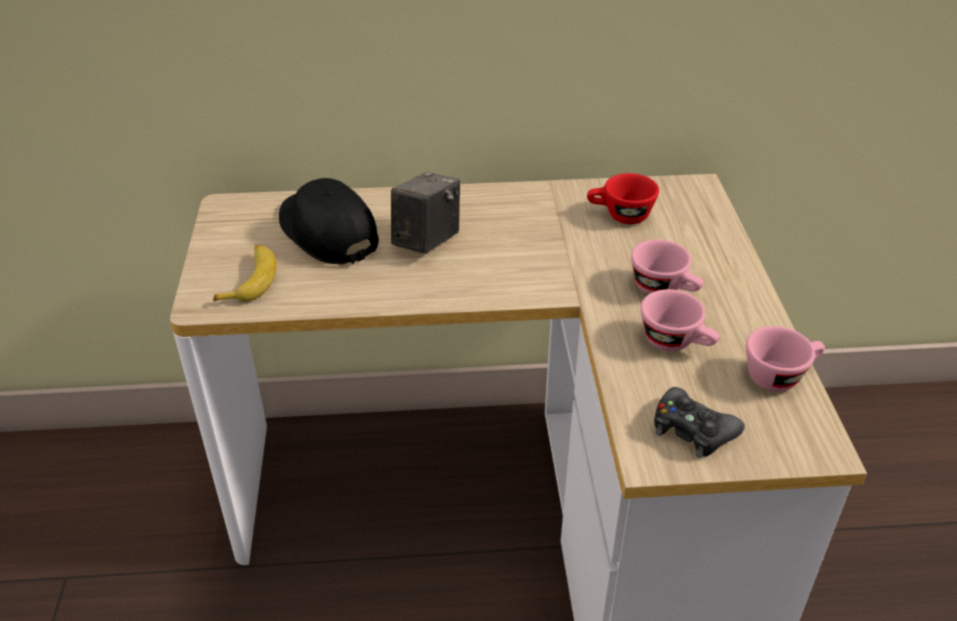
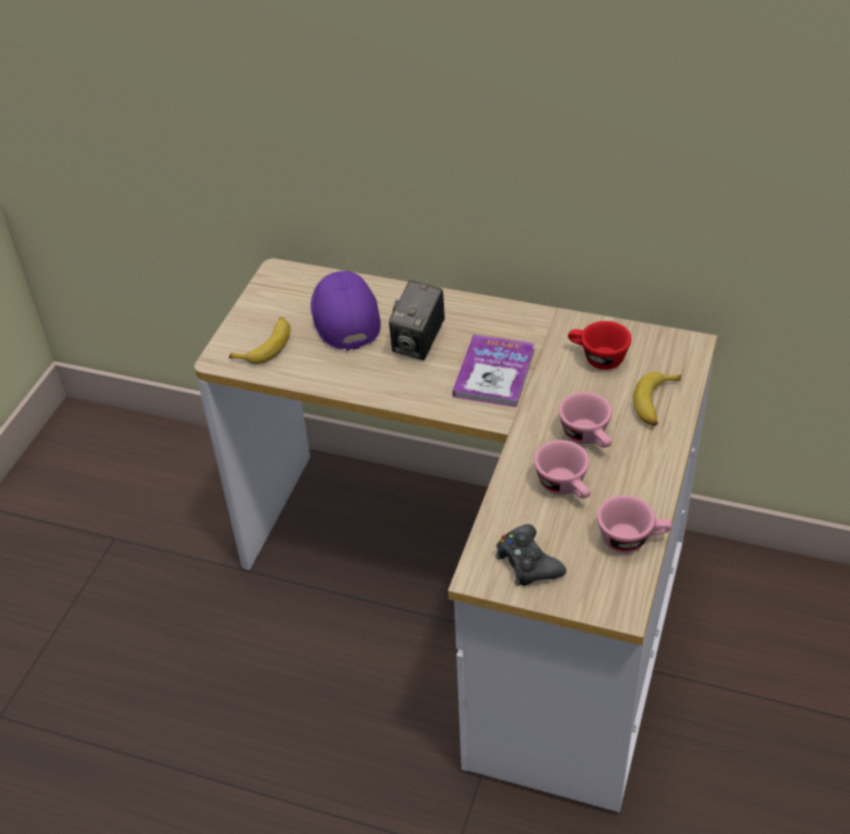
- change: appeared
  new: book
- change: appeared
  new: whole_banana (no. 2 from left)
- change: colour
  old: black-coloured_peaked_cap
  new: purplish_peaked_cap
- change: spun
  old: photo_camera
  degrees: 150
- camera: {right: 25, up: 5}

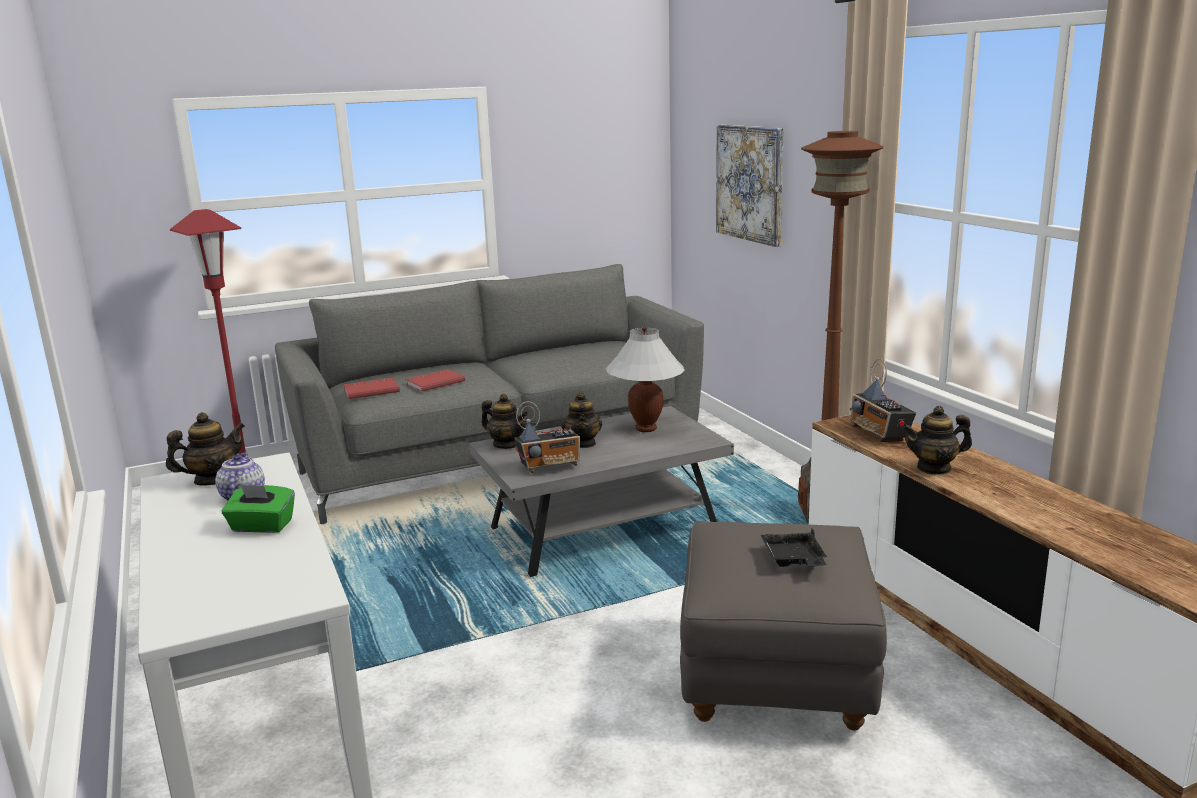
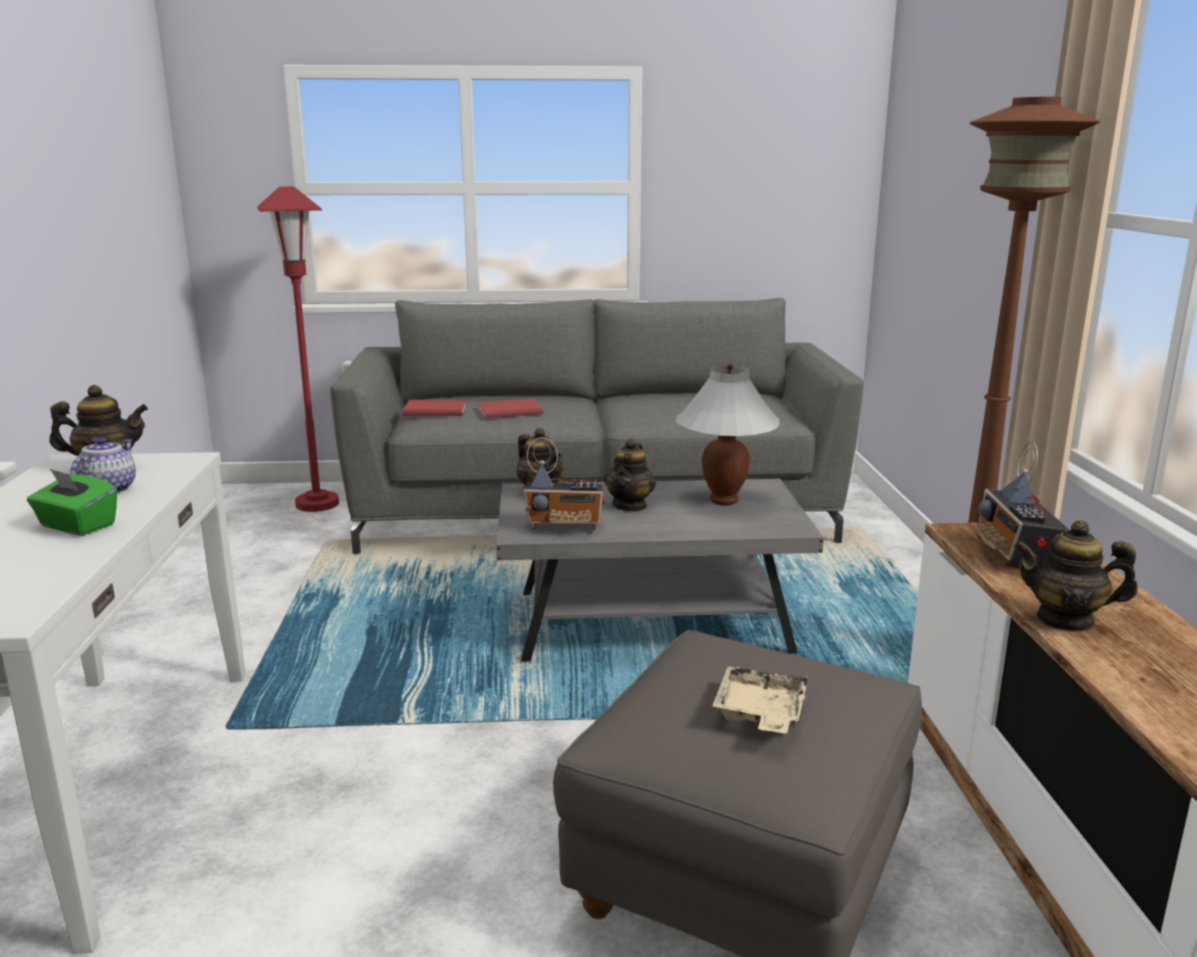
- change: missing
  old: wall_picture
- change: colour
  old: black-coloured_tray
  new: beige-coloured_tray
- camera: {right: 20, up: 0}

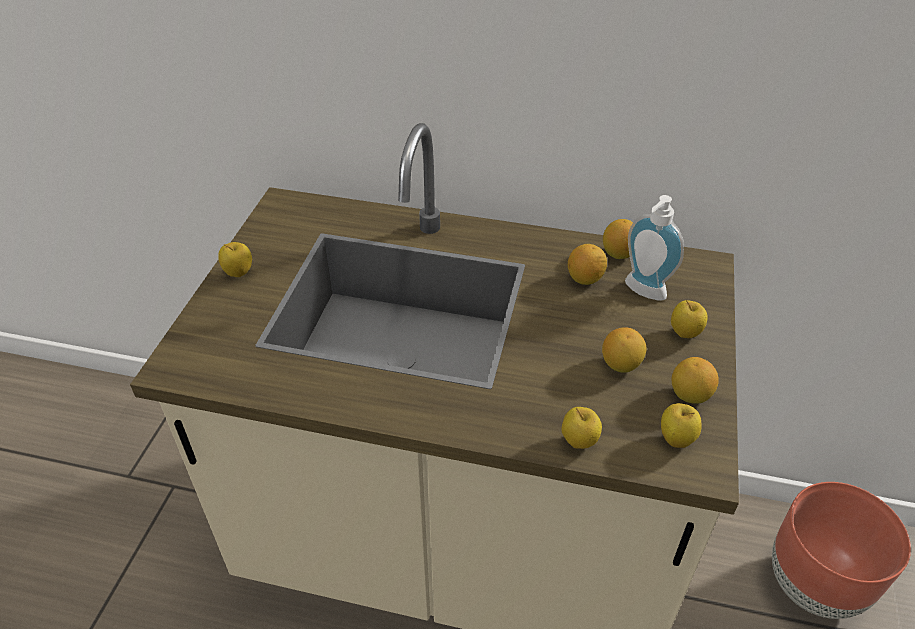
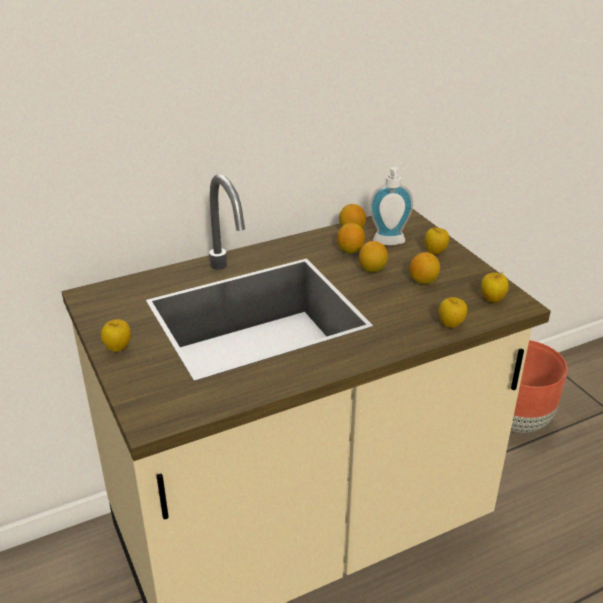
- change: relocated
  old: citrus_fruit (no. 4 from left in the first image)
  new: citrus_fruit (no. 3 from left)
- camera: {right: -40, up: -10}

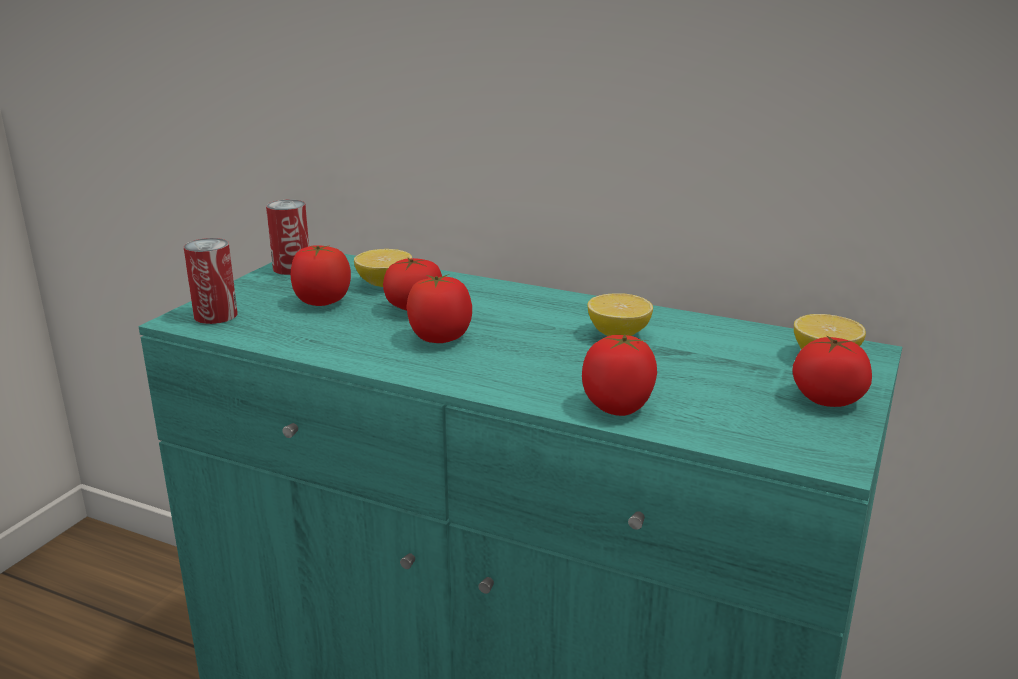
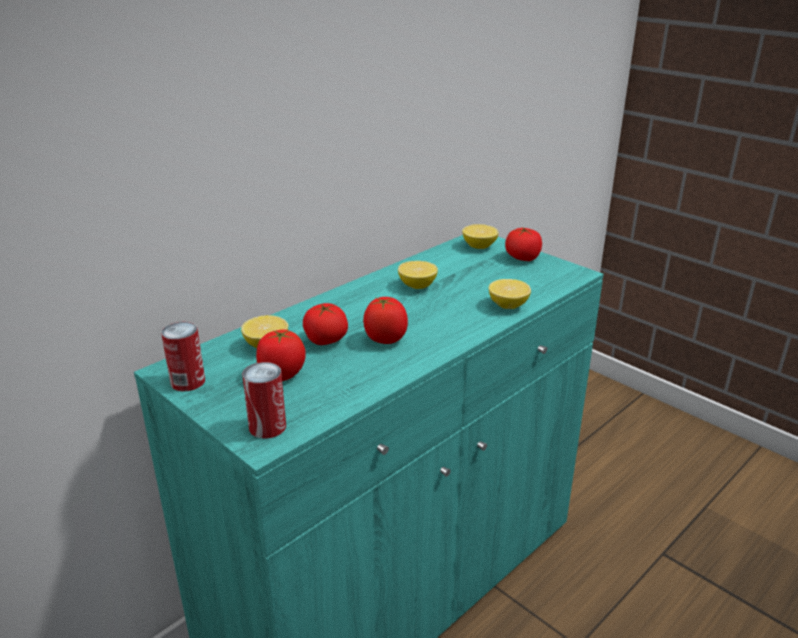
- change: exchanged
  old: tomato (no. 4 from left)
  new: citrus_fruit (no. 4 from left)
- camera: {right: -70, up: 5}

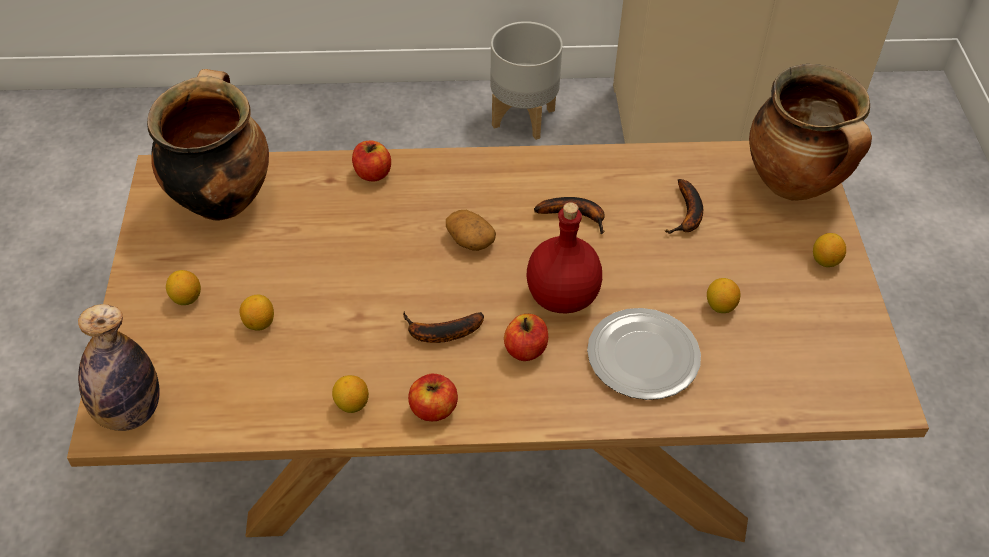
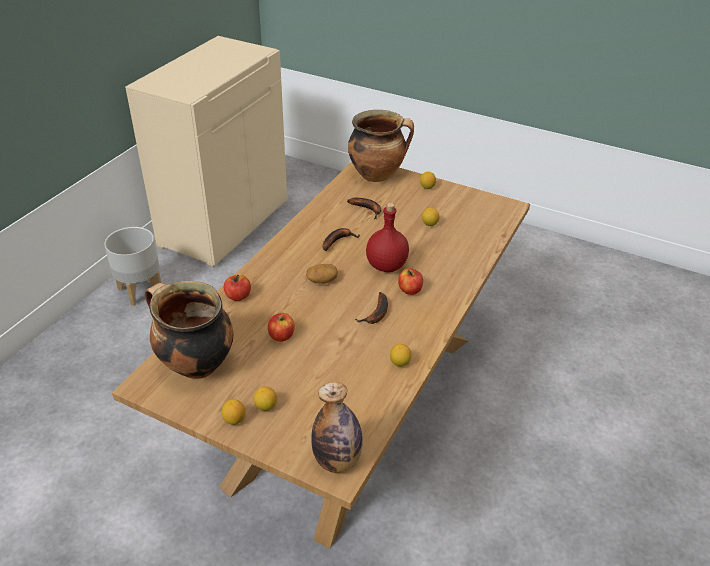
- change: missing
  old: dinner_plate
- change: relocated
  old: citrus_fruit (no. 2 from left in the first image)
  new: citrus_fruit (no. 1 from left)
- change: relocated
  old: apple (no. 2 from left)
- camera: {right: -60, up: -10}

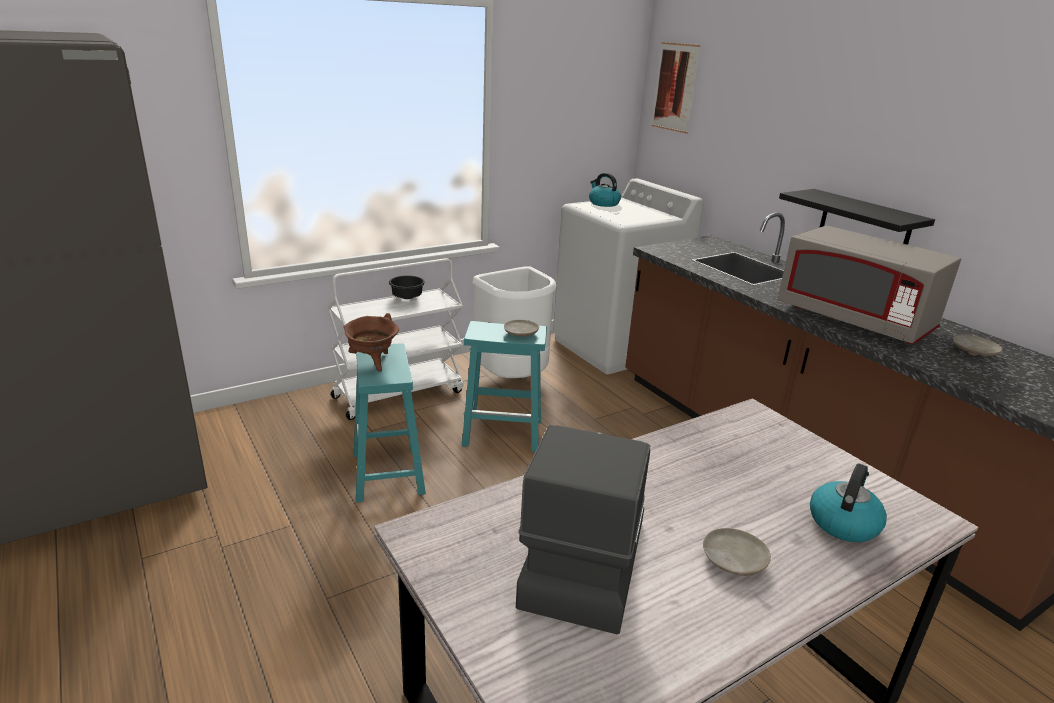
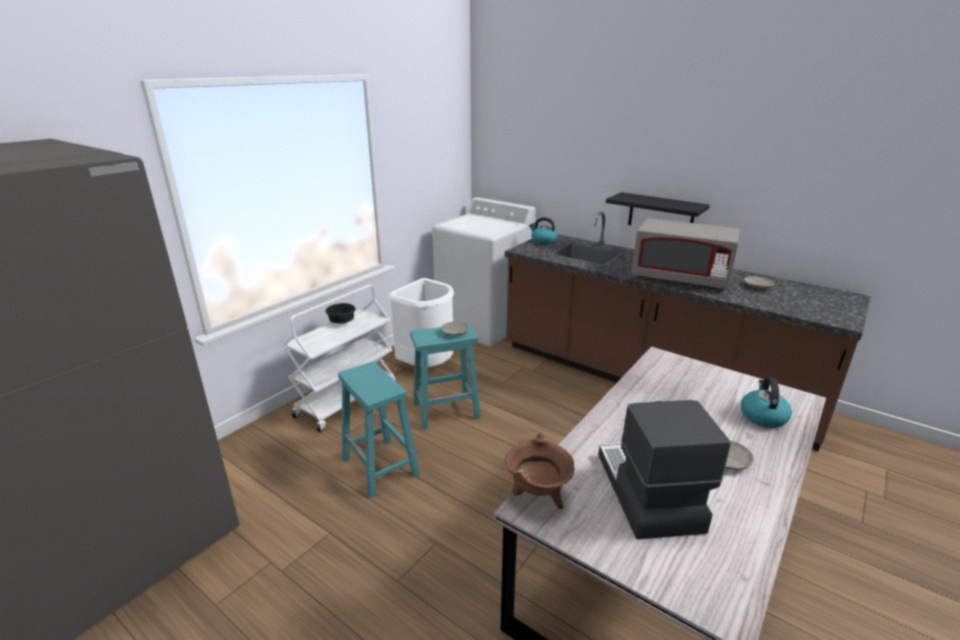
- change: missing
  old: wall_picture
- change: relocated
  old: brown_cooking_pot
- change: relocated
  old: kettle (no. 1 from left)
- camera: {right: -20, up: 0}

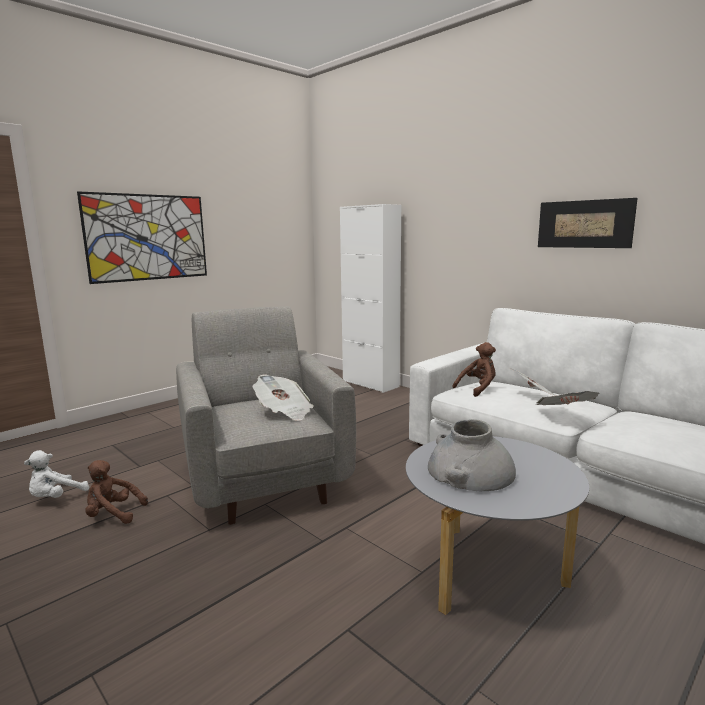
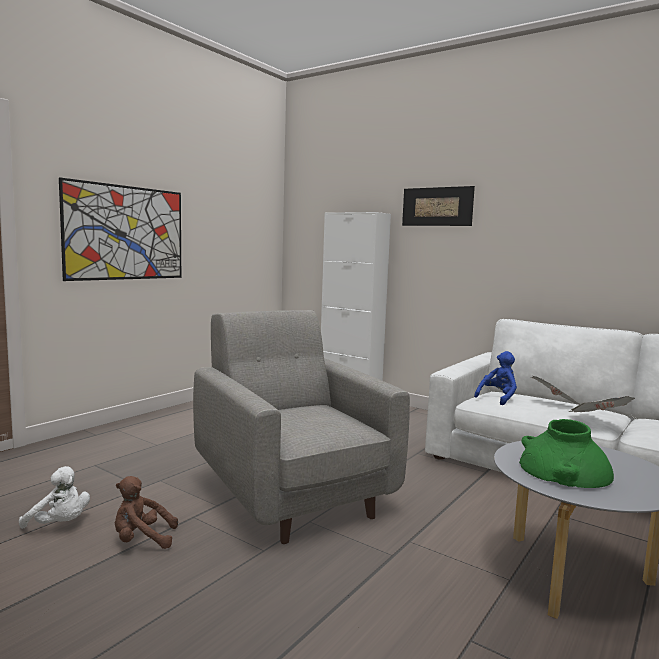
- change: missing
  old: printed_paper (no. 1 from left)
- change: relocated
  old: wall_picture (no. 2 from left)
- change: colour
  old: gray_vase
  new: green-coloured_vase
- change: colour
  old: brown_plush_toy (no. 2 from left)
  new: blue_plush_toy
- change: spun
  old: whitish_plush_toy
  degrees: -90
- camera: {right: -10, up: -5}

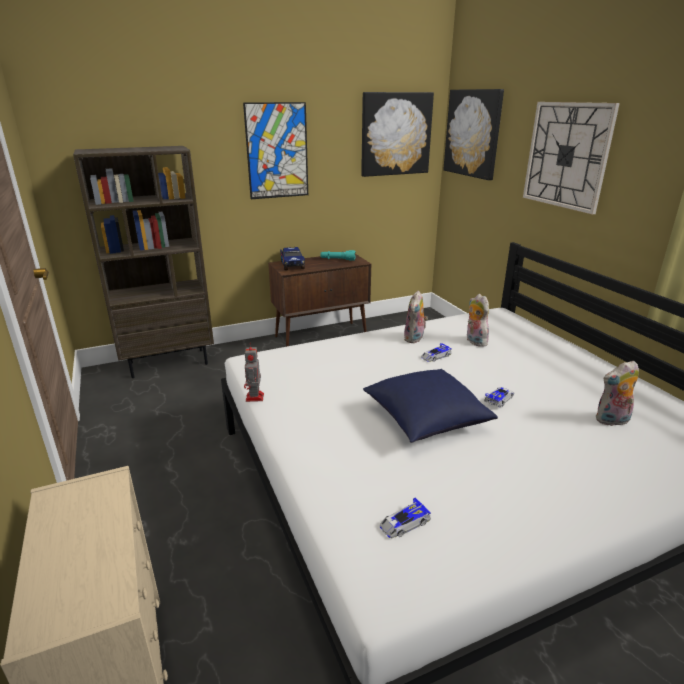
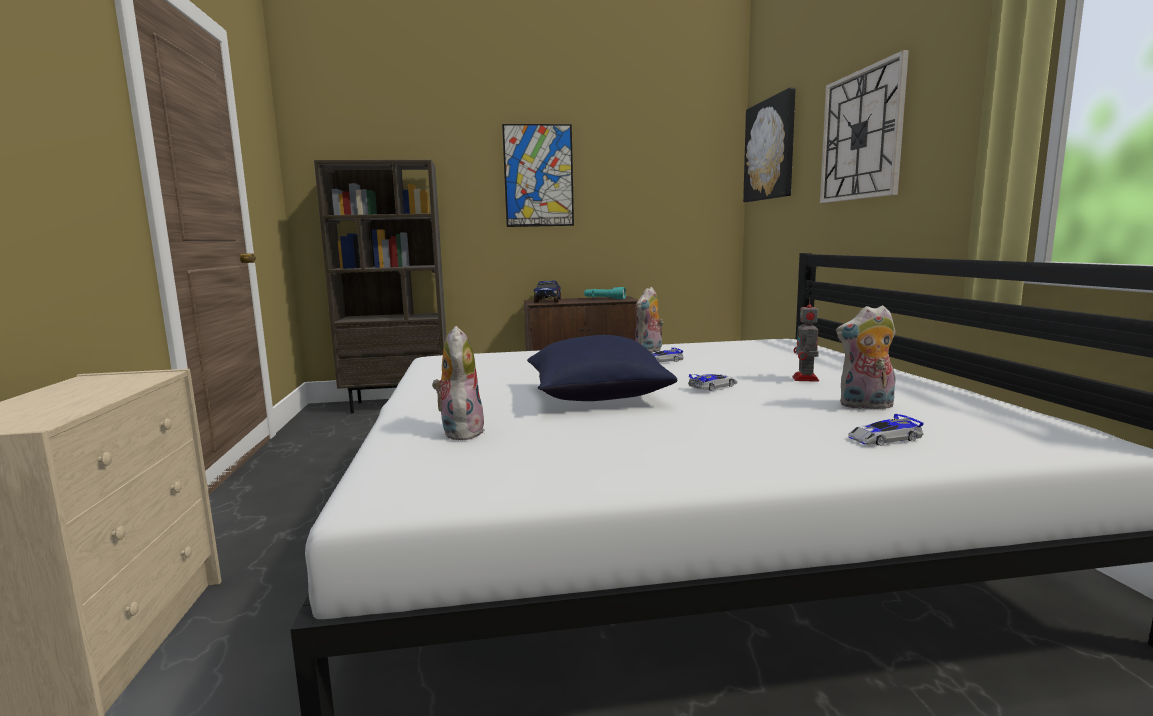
- change: missing
  old: wall_picture (no. 2 from left)
- change: relocated
  old: toy_robot
- change: relocated
  old: miniature_car (no. 1 from left in the first image)
  new: miniature_car (no. 3 from left)
- change: relocated
  old: plush_toy (no. 2 from left in the first image)
  new: plush_toy (no. 1 from left)
- camera: {right: 15, up: -15}

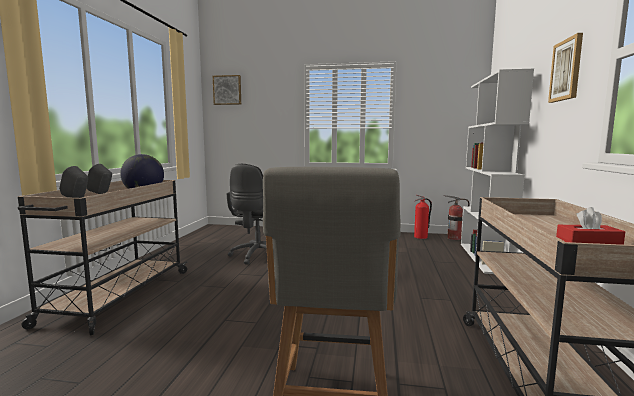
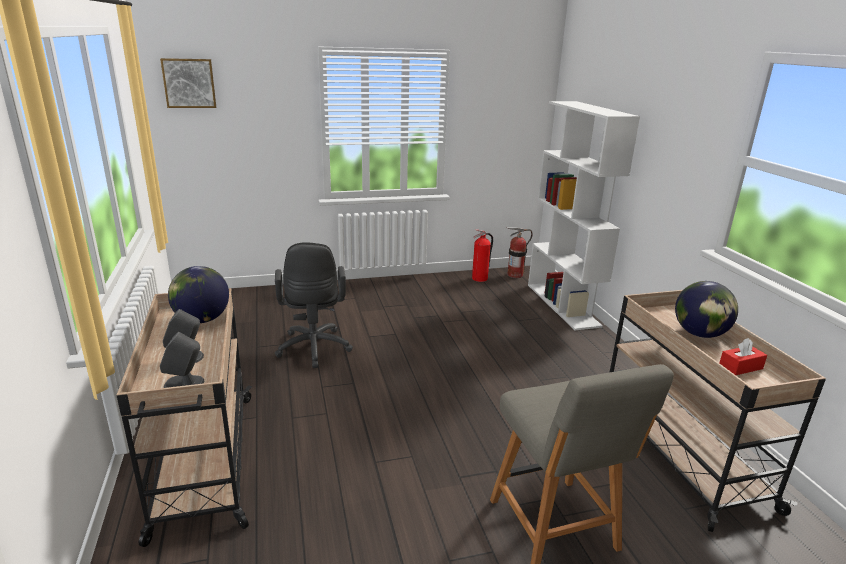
- change: missing
  old: wall_picture (no. 2 from left)
- change: appeared
  new: desk_globe (no. 2 from left)
- camera: {right: -25, up: 15}

